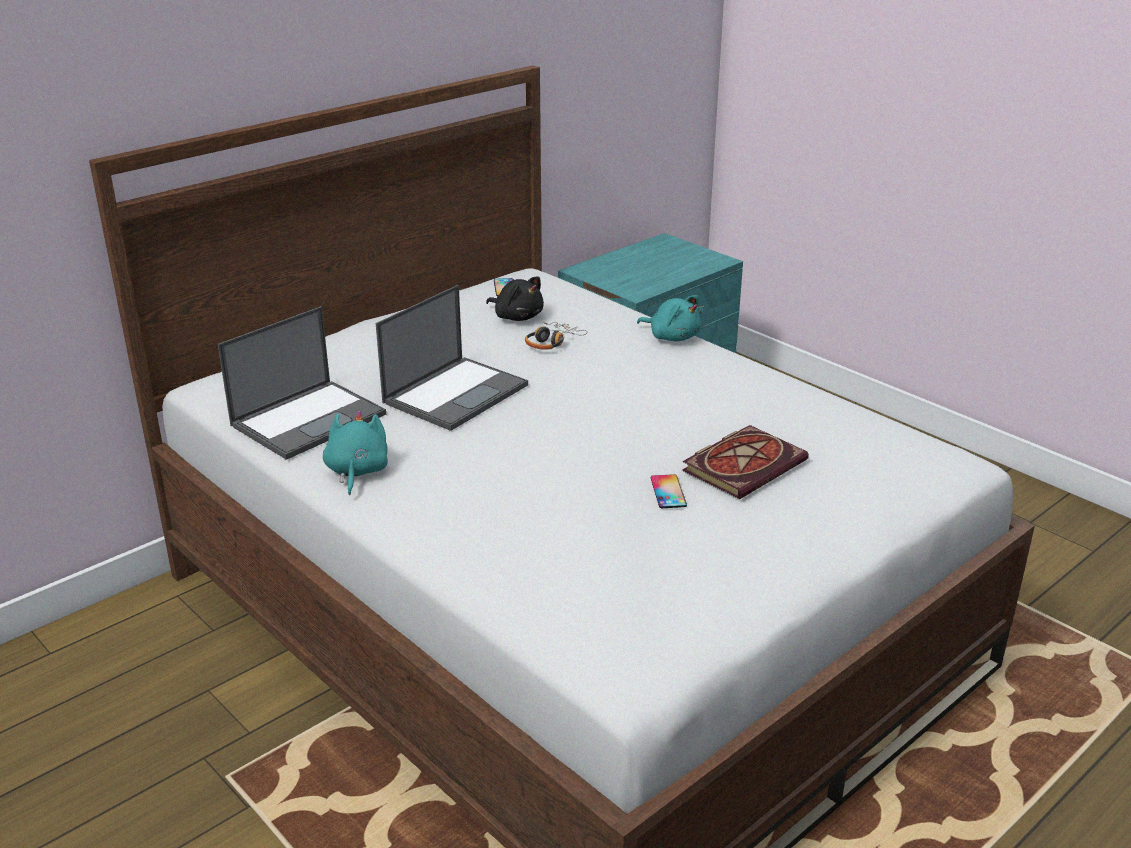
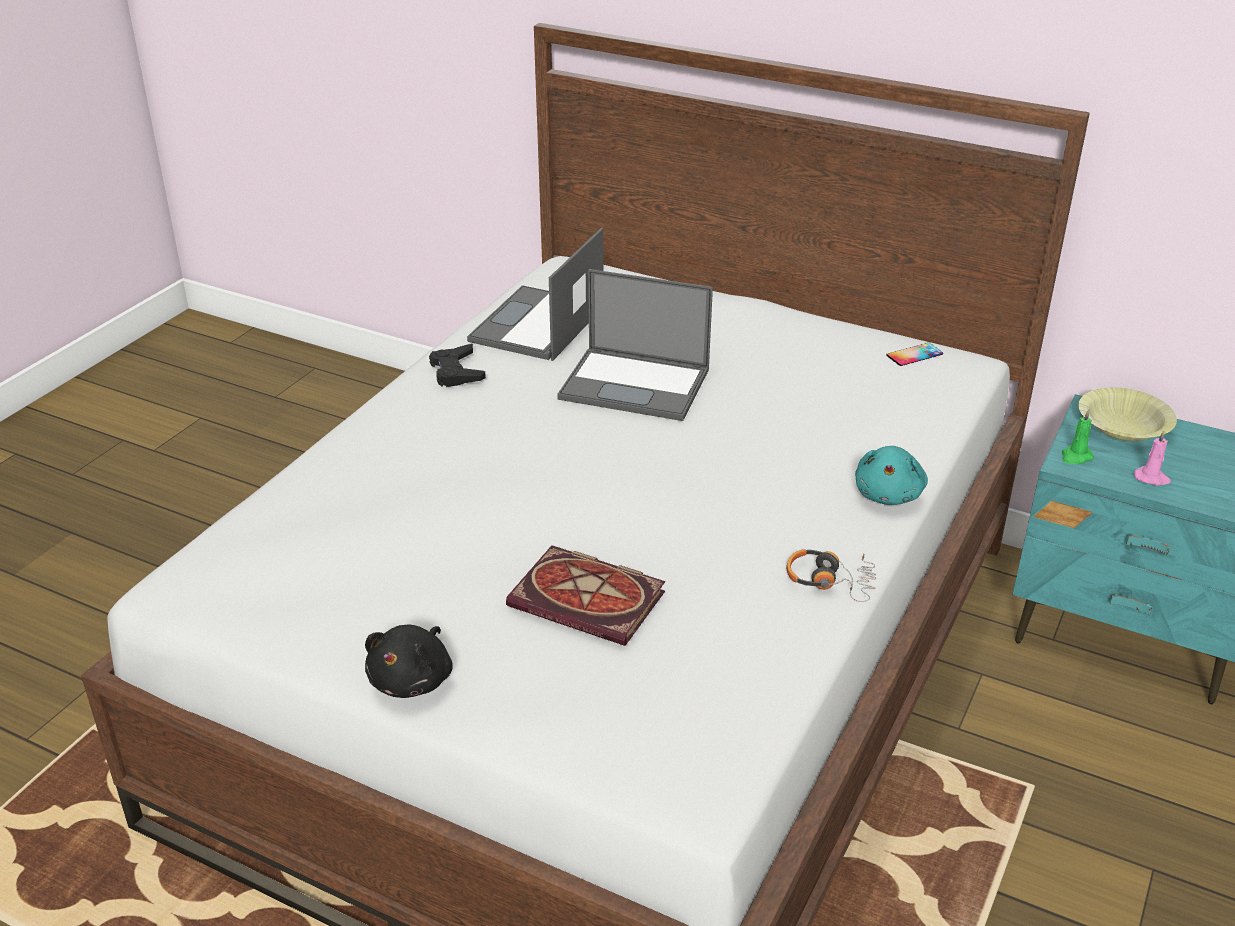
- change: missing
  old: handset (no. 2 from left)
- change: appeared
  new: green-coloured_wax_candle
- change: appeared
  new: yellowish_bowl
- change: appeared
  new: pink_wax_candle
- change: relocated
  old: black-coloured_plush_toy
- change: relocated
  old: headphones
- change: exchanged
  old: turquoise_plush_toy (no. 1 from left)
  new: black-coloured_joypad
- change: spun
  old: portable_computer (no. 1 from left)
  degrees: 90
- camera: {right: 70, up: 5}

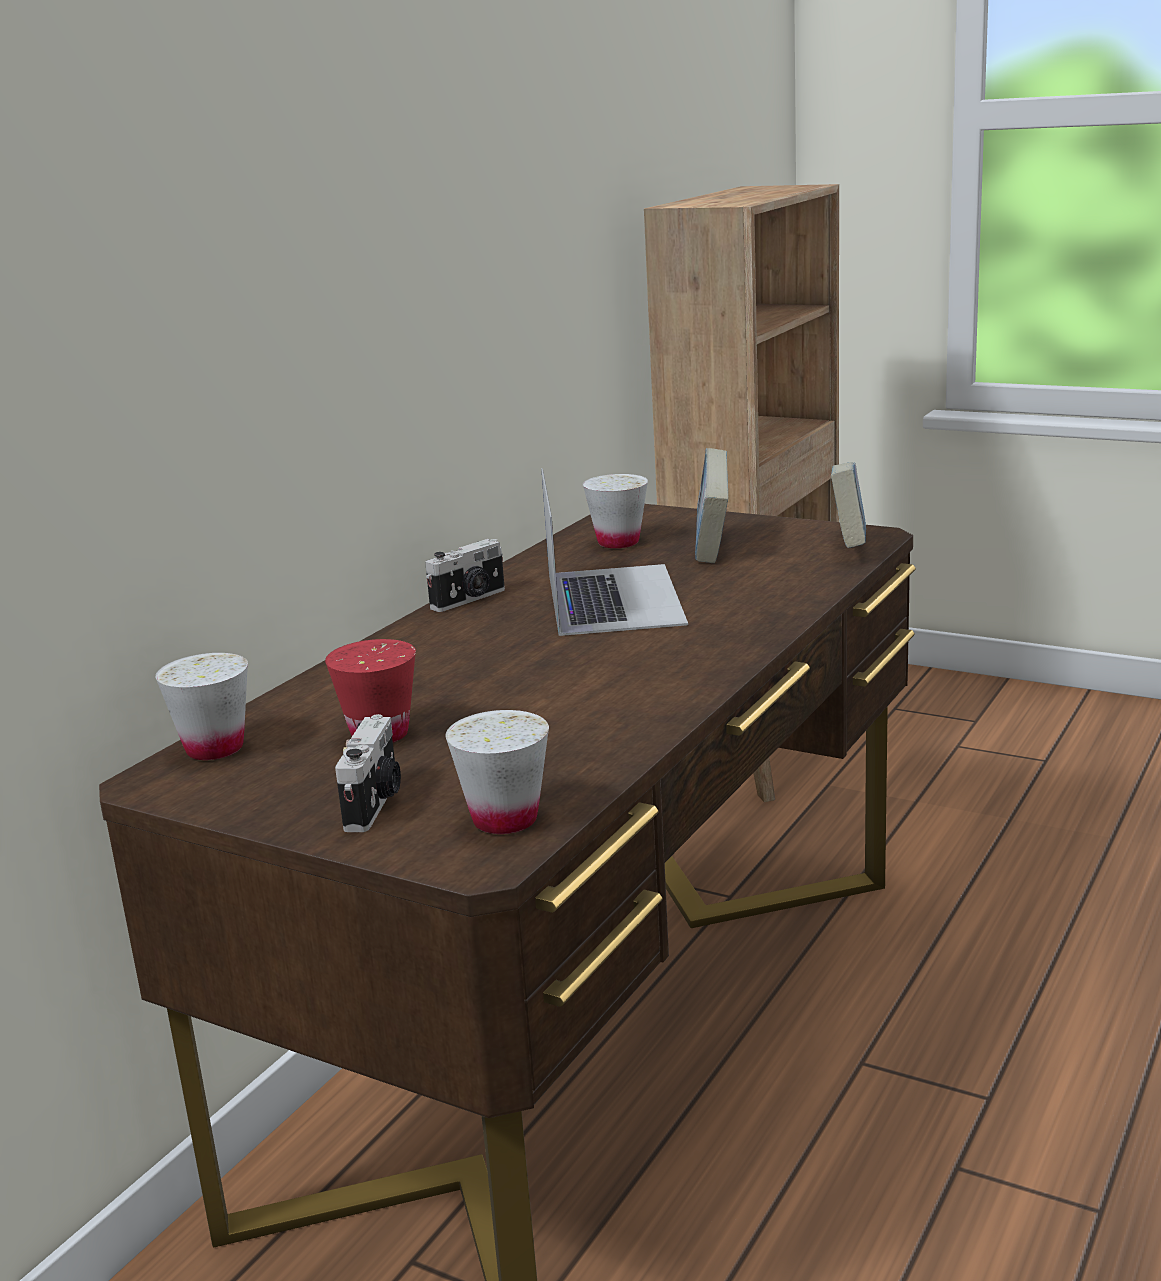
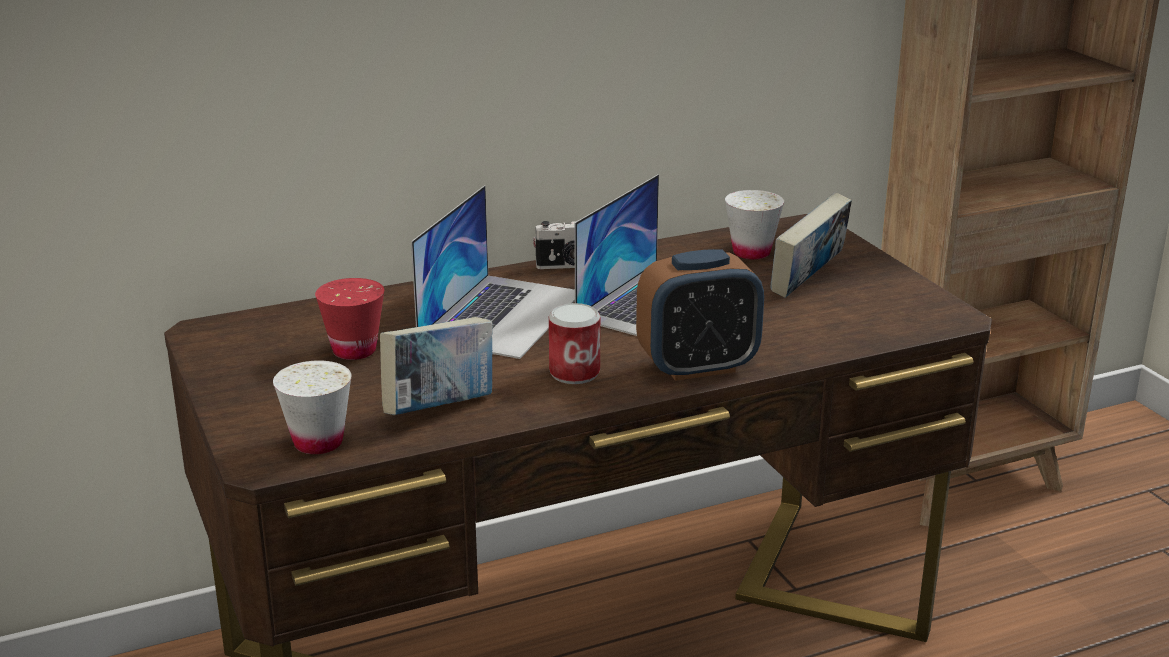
- change: missing
  old: whitish_cup (no. 1 from left)
- change: missing
  old: photo_camera (no. 1 from left)
- change: appeared
  new: portable_computer (no. 1 from left)
- change: appeared
  new: sealed_can
- change: appeared
  new: alarm_clock
- change: relocated
  old: book (no. 2 from left in the first image)
  new: book (no. 1 from left)
- camera: {right: 35, up: 5}

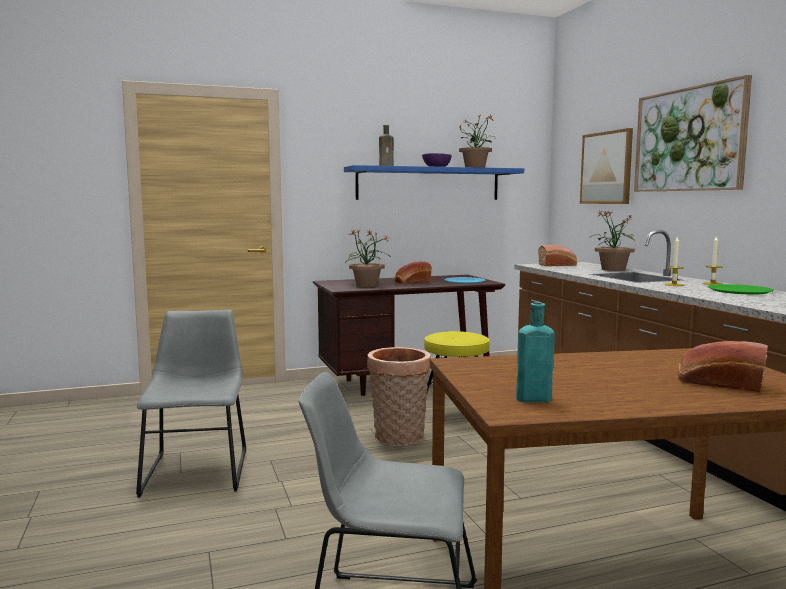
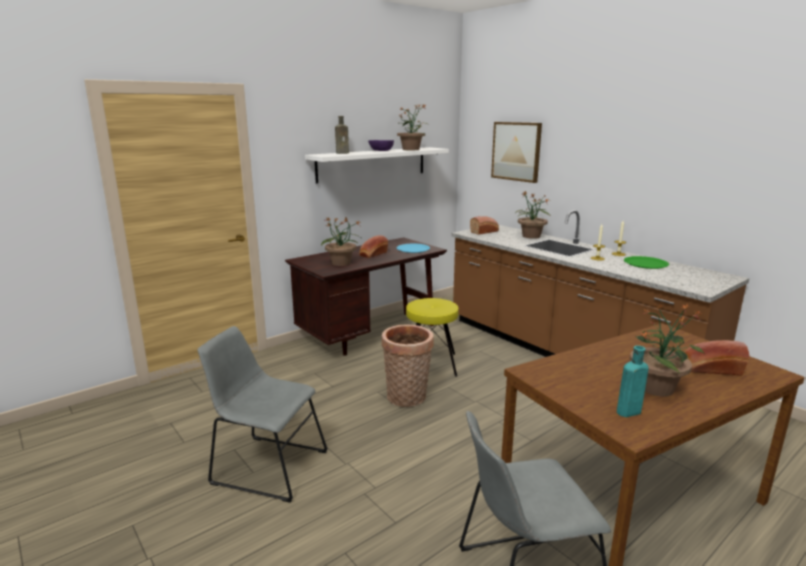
- change: missing
  old: wall_picture (no. 2 from left)
- change: appeared
  new: potted_plant (no. 4 from left)
- change: colour
  old: blue_shelf
  new: whitish_shelf
- change: spun
  old: gray_chair (no. 1 from left)
  degrees: -45
- camera: {right: -20, up: 10}

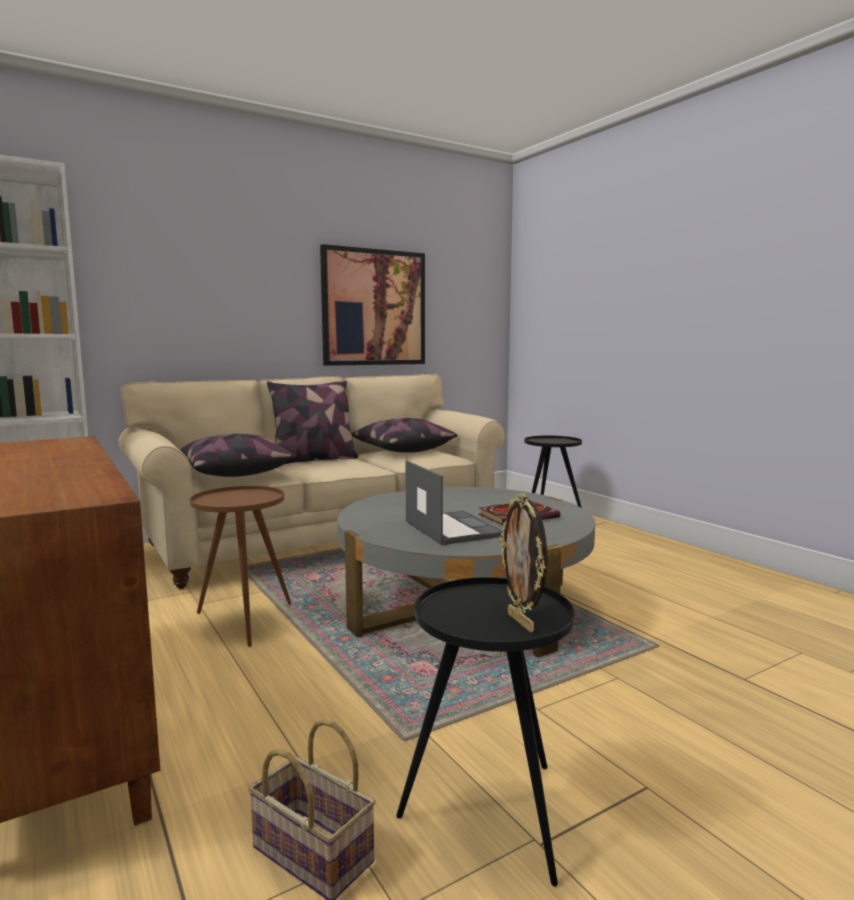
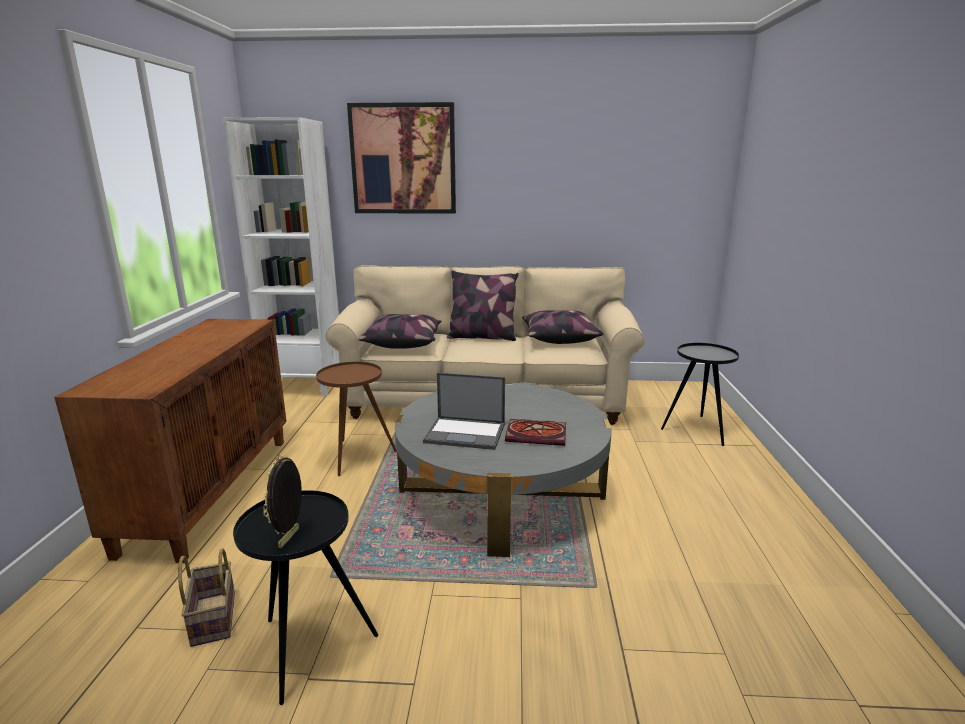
- change: relocated
  old: wall_picture
- change: spun
  old: portable_computer
  degrees: 90
- camera: {right: 35, up: 10}

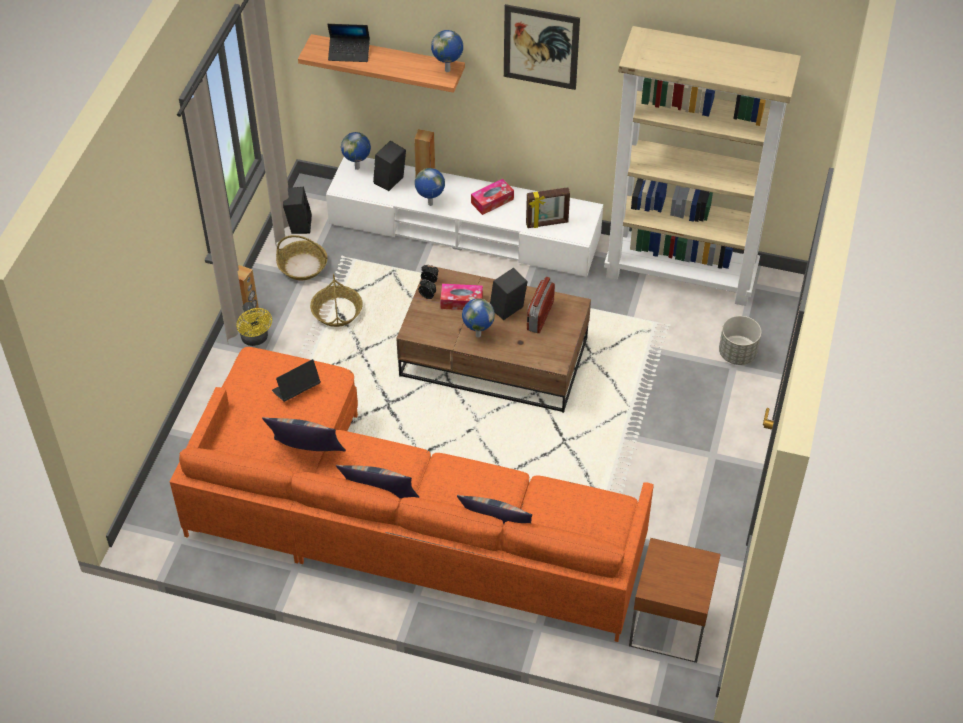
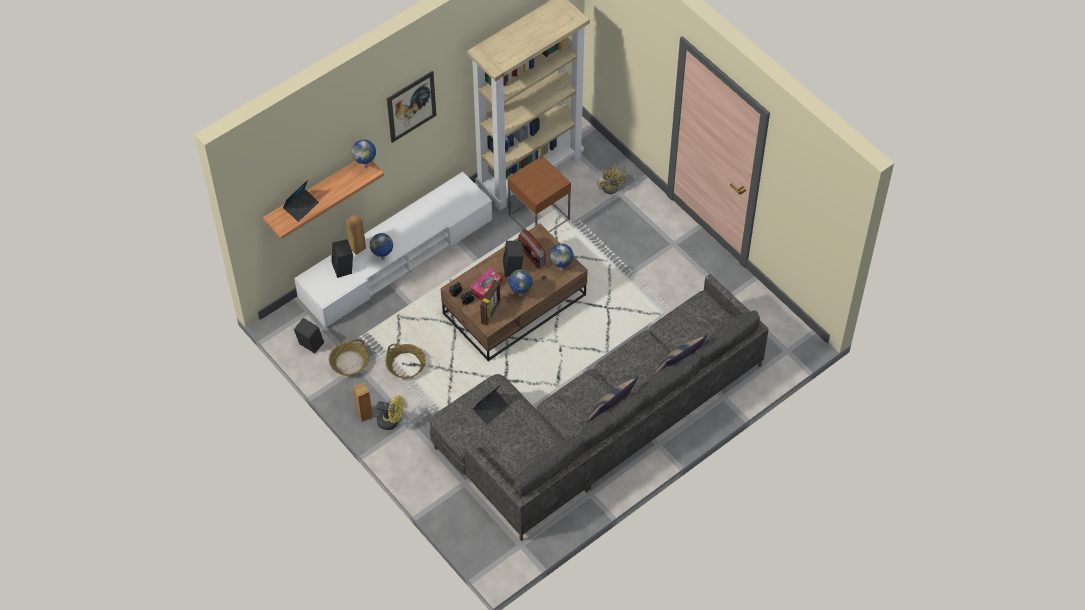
- change: missing
  old: pillow (no. 1 from left)
- change: missing
  old: tissue_box (no. 2 from left)
- change: relocated
  old: desk_globe (no. 1 from left in the first image)
  new: desk_globe (no. 4 from left)
- change: relocated
  old: photo_frame
- change: relocated
  old: brown_accent_table
- change: exchanged
  old: gray_planter
  new: yellowish_fan (no. 2 from left)
- change: colour
  old: orangey_couch
  new: gray_couch
- change: spun
  old: portable_computer (no. 1 from left in the first image)
  degrees: -135
- camera: {right: -55, up: 5}

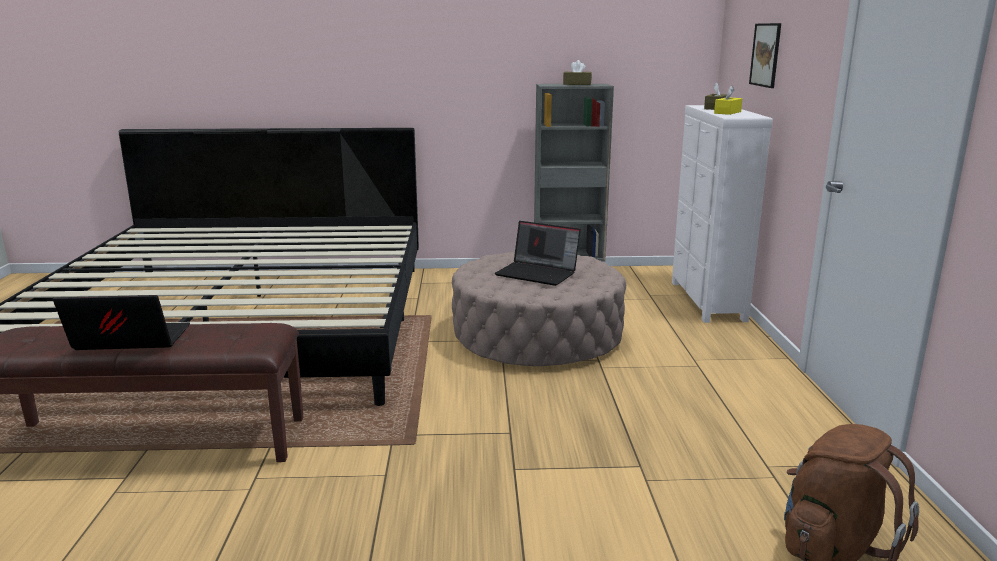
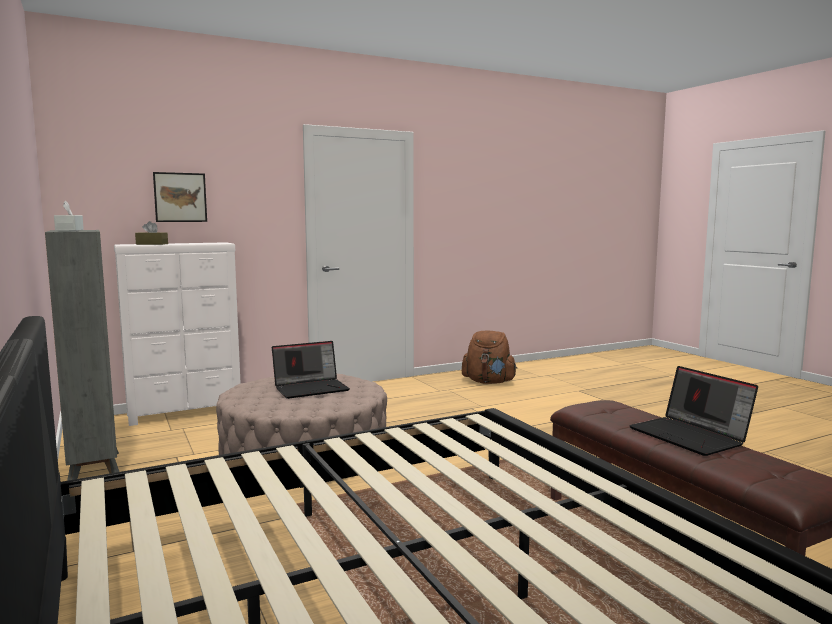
- change: missing
  old: yellowish_tissue_box
- change: colour
  old: brown_tissue_box (no. 1 from left)
  new: whitish_tissue_box
- change: spun
  old: portable_computer (no. 2 from left in the first image)
  degrees: 60
- camera: {right: -115, up: -10}

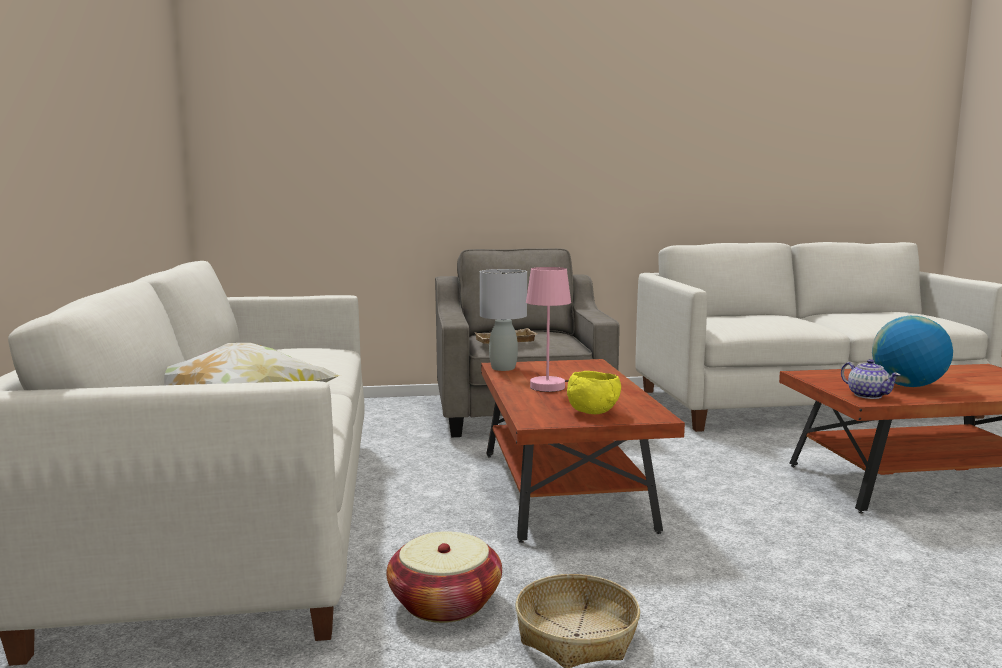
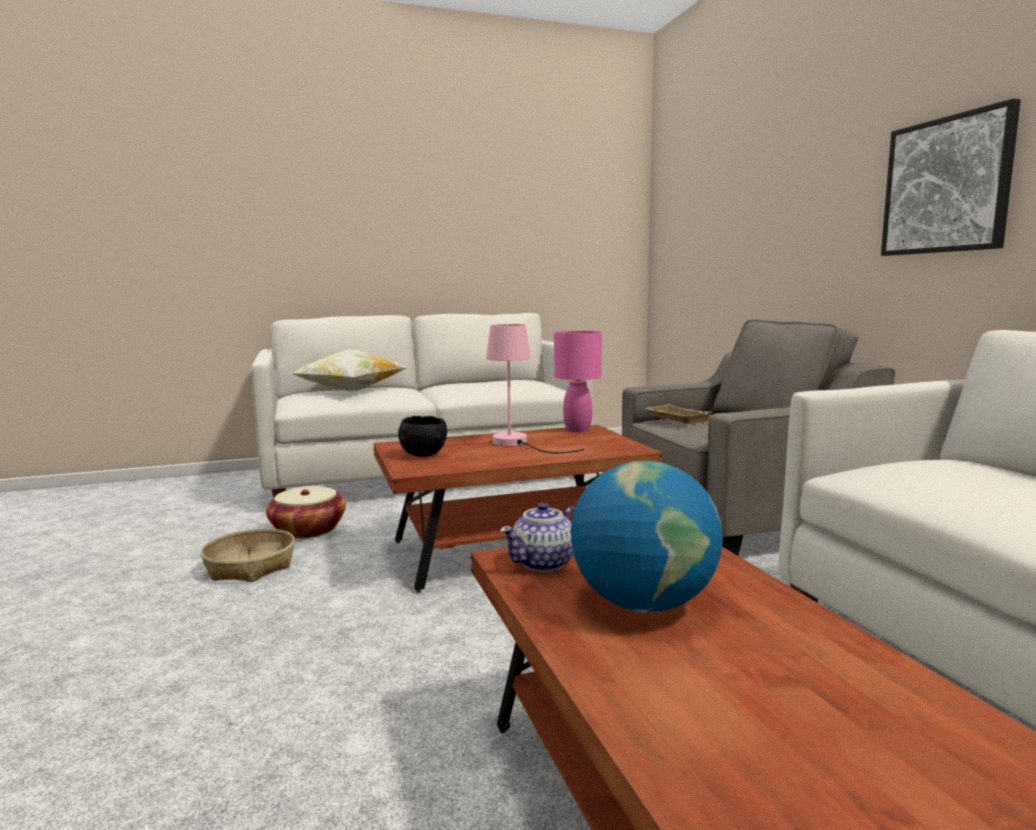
- change: appeared
  new: wall_picture
- change: colour
  old: gray_lamp_for_a_table
  new: pink_lamp_for_a_table (no. 2 from left)
- change: colour
  old: yellowish_bowl
  new: black-coloured_bowl
- camera: {right: 80, up: 0}

